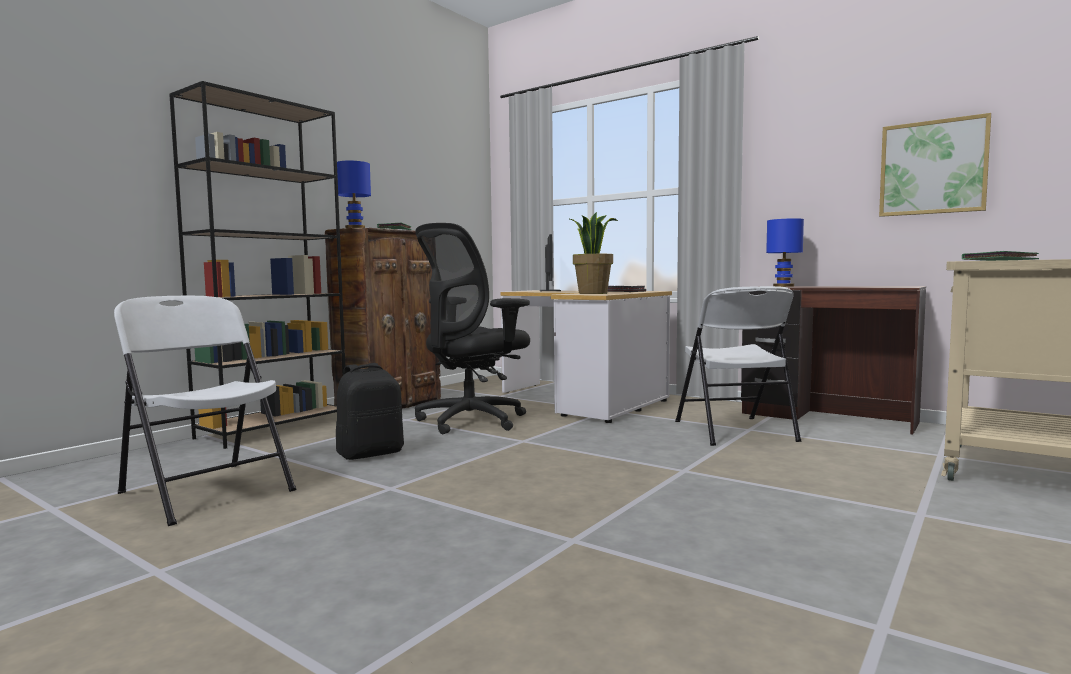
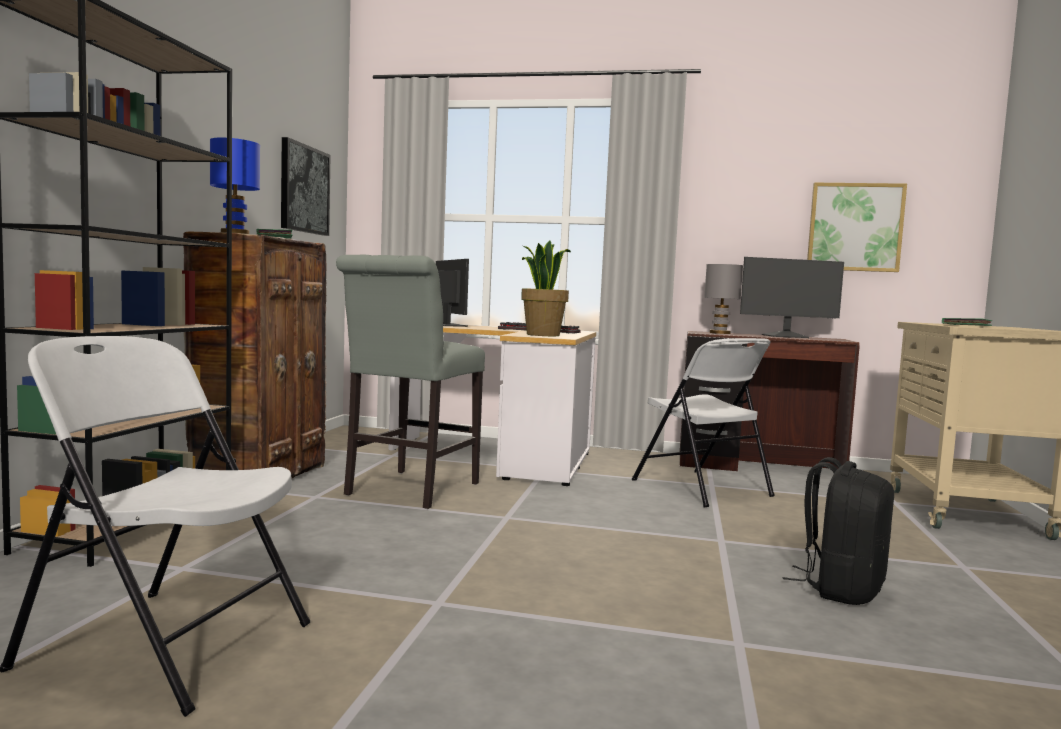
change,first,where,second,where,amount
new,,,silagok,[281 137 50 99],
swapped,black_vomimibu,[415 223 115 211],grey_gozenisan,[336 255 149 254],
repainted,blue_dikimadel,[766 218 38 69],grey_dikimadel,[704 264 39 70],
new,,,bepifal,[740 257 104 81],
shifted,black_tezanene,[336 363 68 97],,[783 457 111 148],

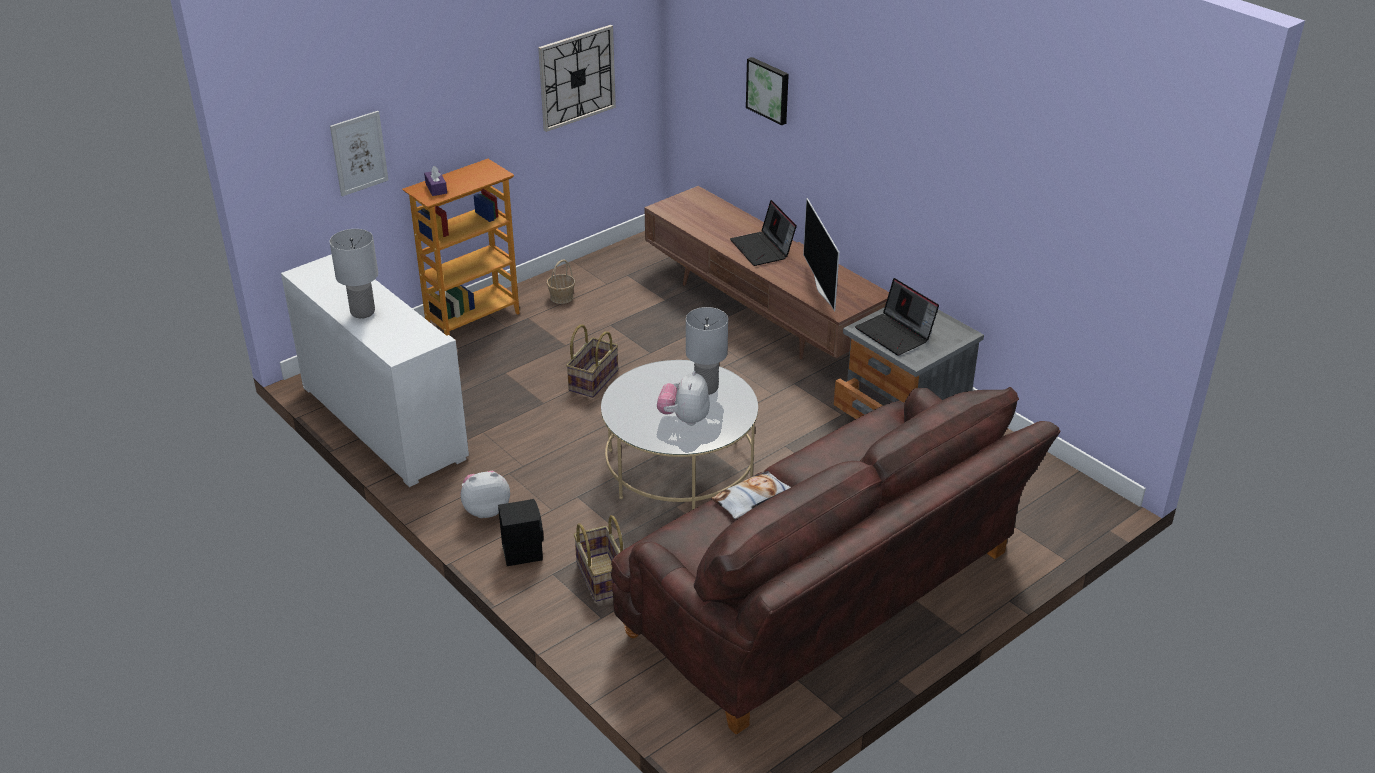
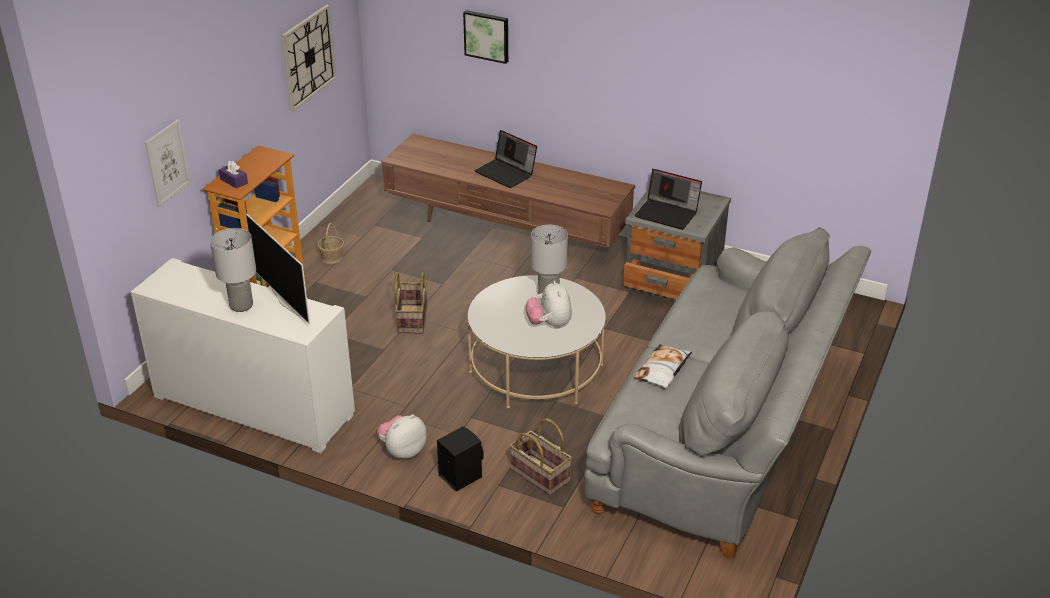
change,first,where,second,where,amount
shifted,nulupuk,[803 198 36 113],,[245 213 65 111],
repainted,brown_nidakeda,[611 387 450 348],grey_nidakeda,[584 227 287 333],

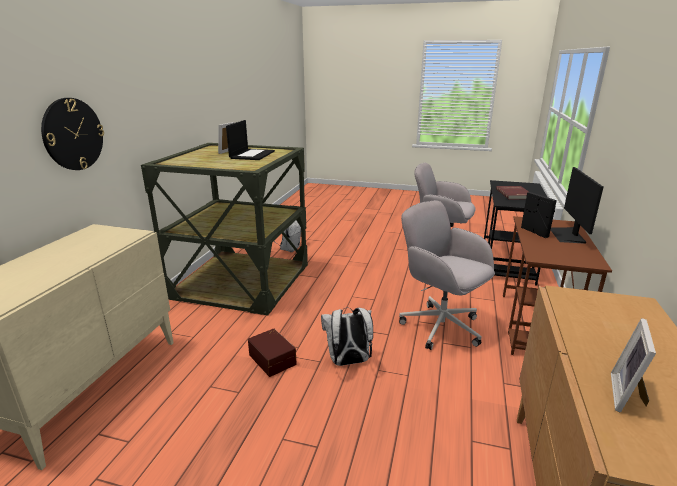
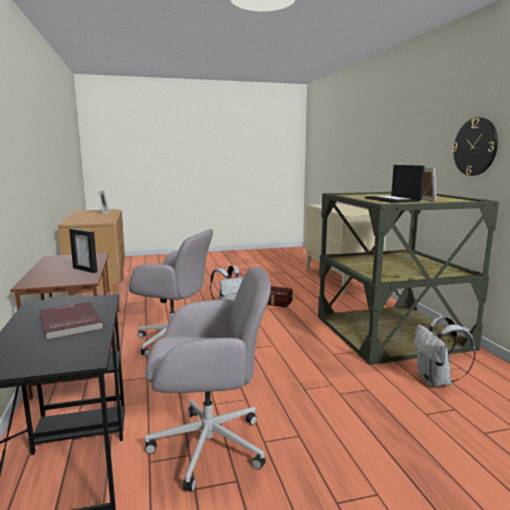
change,first,where,second,where,amount
shifted,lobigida,[41 98 63 72],,[452 117 46 59],
gone,bepifal,[551 167 52 77],,,

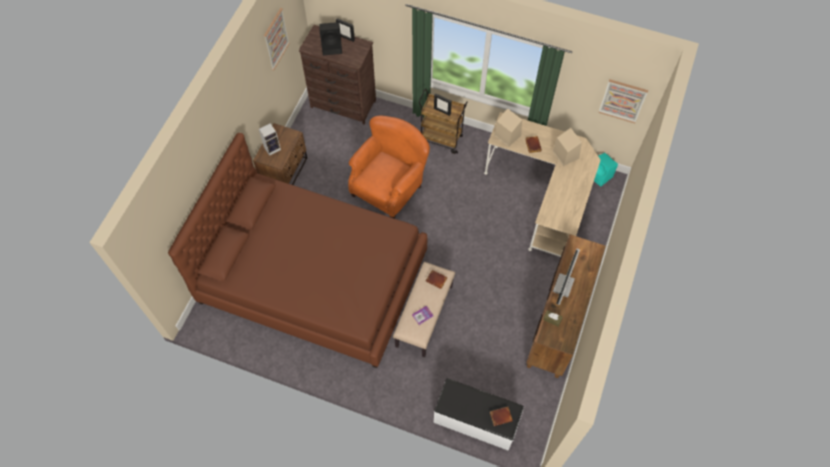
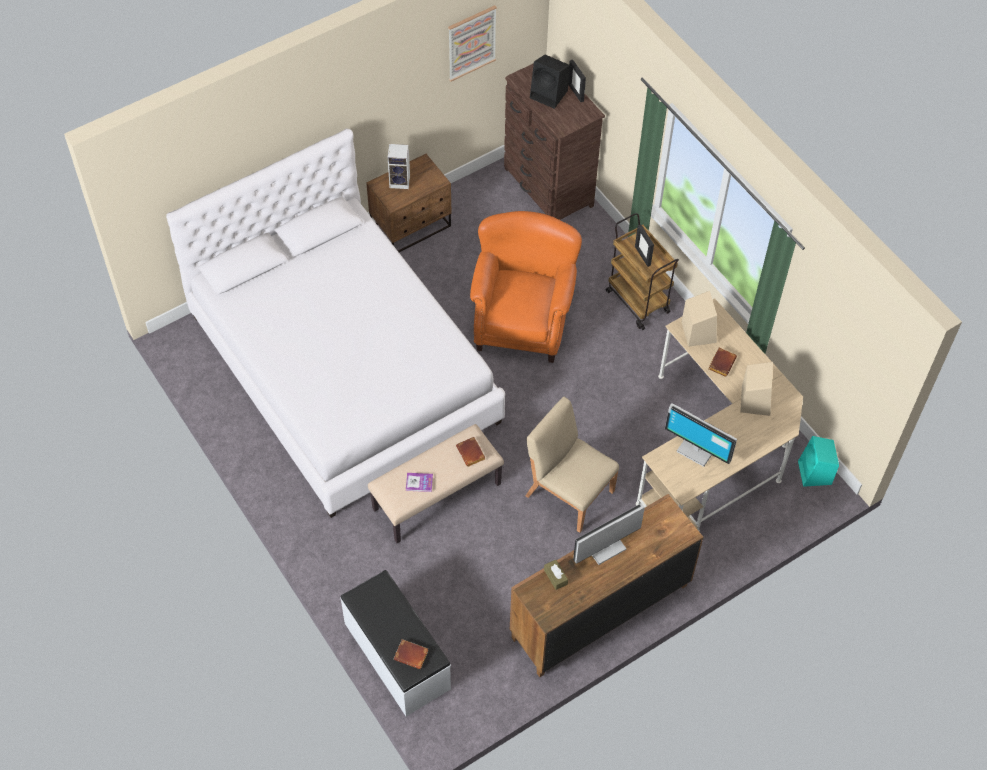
change,first,where,second,where,amount
repainted,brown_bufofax,[168 133 259 235],white_bufofax,[166 128 339 390],
rotated,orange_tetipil,[348 116 82 103],,[470 211 112 152],60 degrees counterclockwise
new,,,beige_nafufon,[525 396 94 137],
new,,,bepifal,[665 403 72 64],
gone,silagok,[598 79 50 44],,,

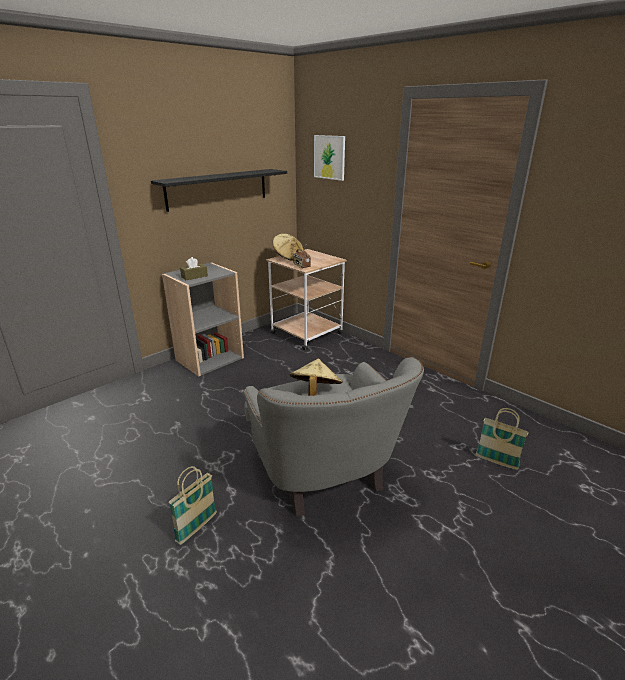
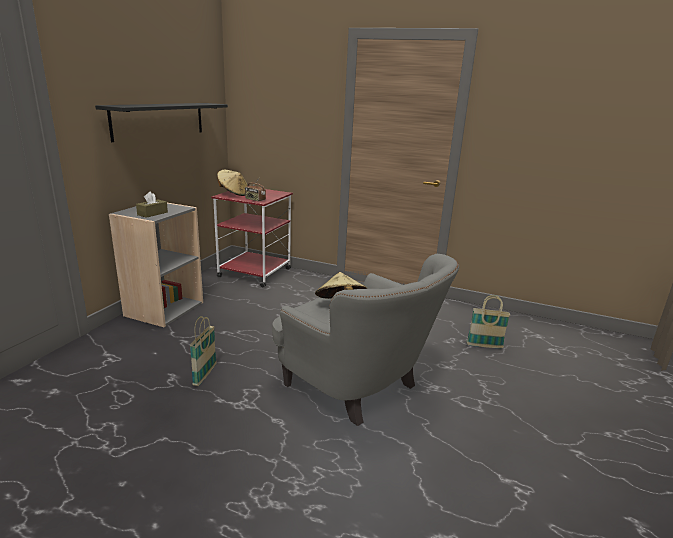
change,first,where,second,where,amount
shifted,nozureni,[168 466 49 79],,[190 316 27 70],
repainted,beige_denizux,[266 249 80 101],red_denizux,[211 189 82 98],
gone,silagok,[314 135 31 46],,,

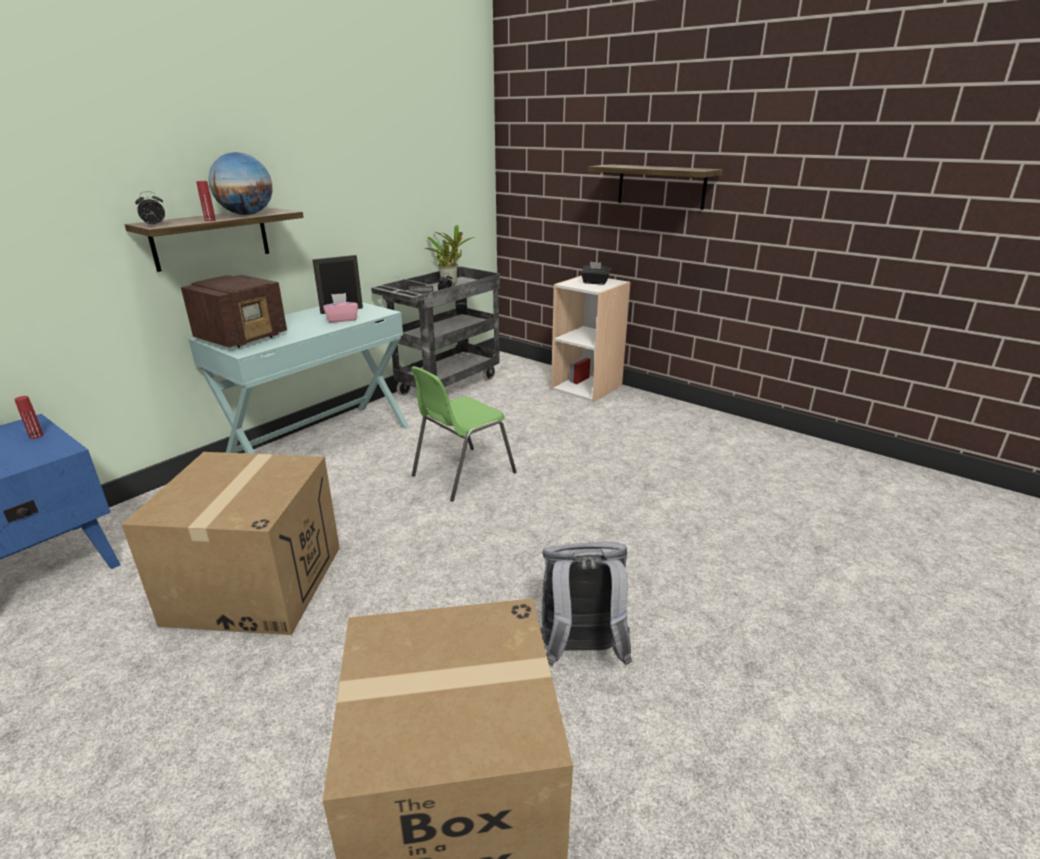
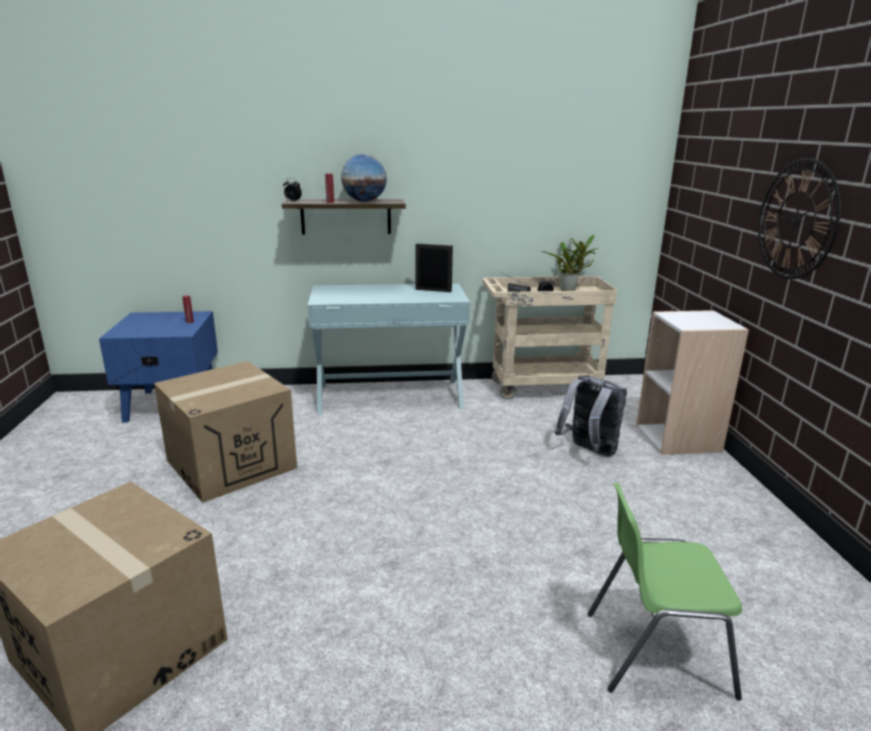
change,first,where,second,where,amount
repainted,black_denizux,[371 267 129 129],beige_denizux,[483 276 134 123],
shifted,grey_tezanene,[540 542 92 125],,[555 375 72 81],
shifted,green_nafufon,[411 366 106 136],,[588 482 154 219],
swapped,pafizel,[588 164 135 46],lobigida,[758 158 83 121],
gone,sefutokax,[181 275 106 73],,,
gone,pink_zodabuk,[323 293 35 30],,,
gone,black_zodabuk,[581 262 30 23],,,

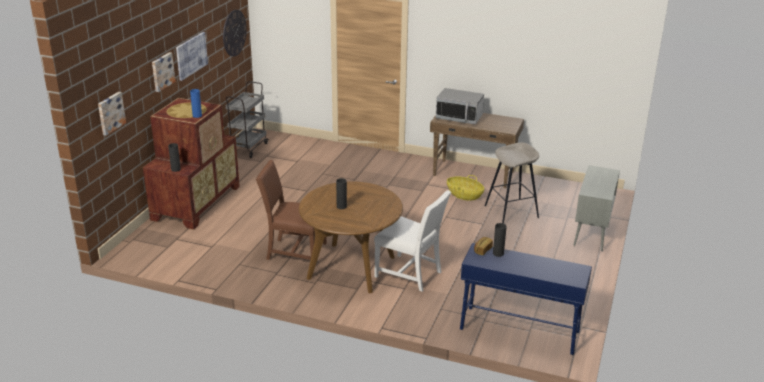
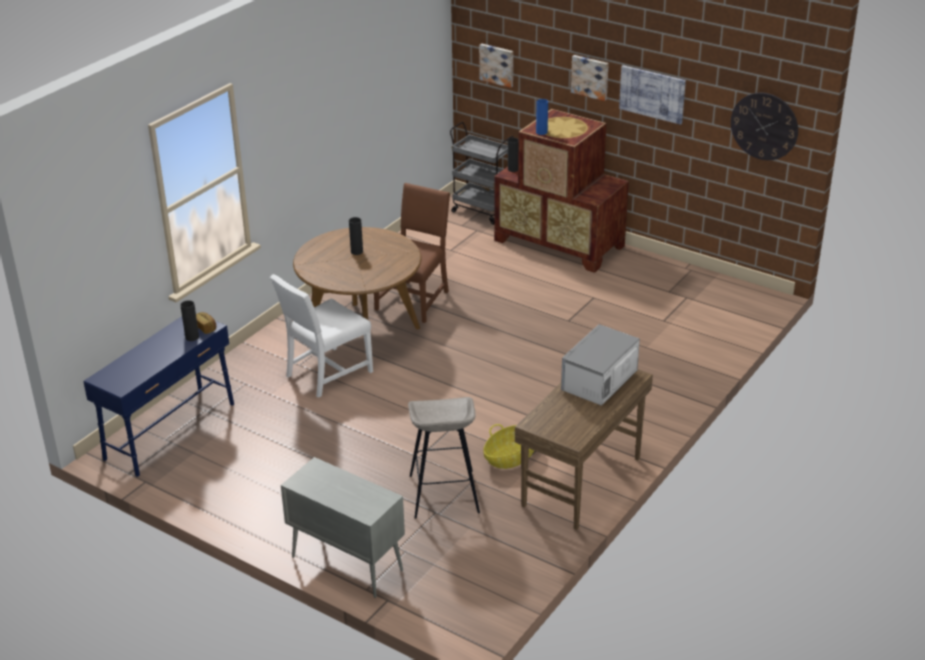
change,first,where,second,where,amount
shifted,grey_denizux,[226 81 43 77],,[450 122 64 103],

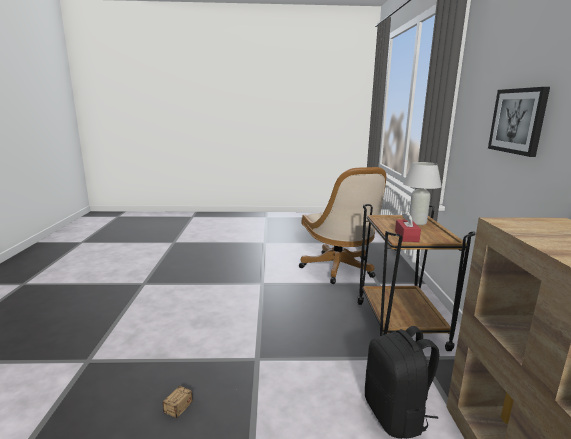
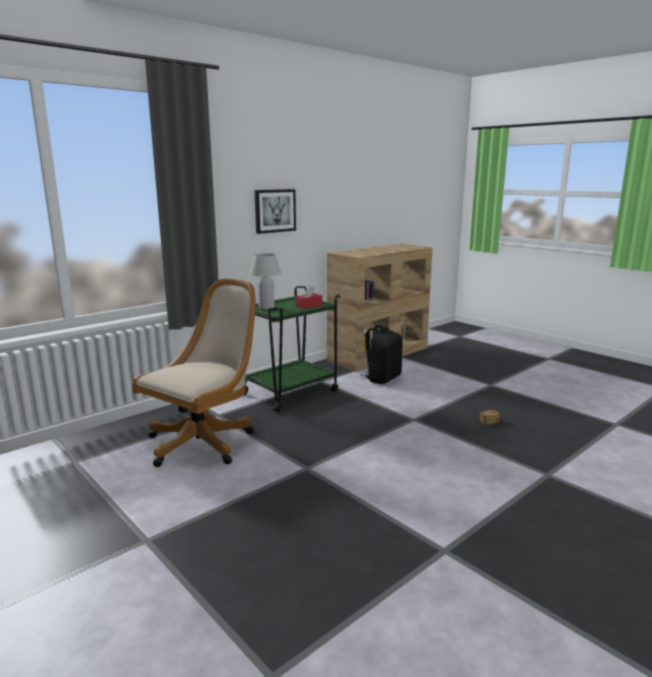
change,first,where,second,where,amount
repainted,brown_denizux,[357 204 119 147],green_denizux,[244 286 96 126],

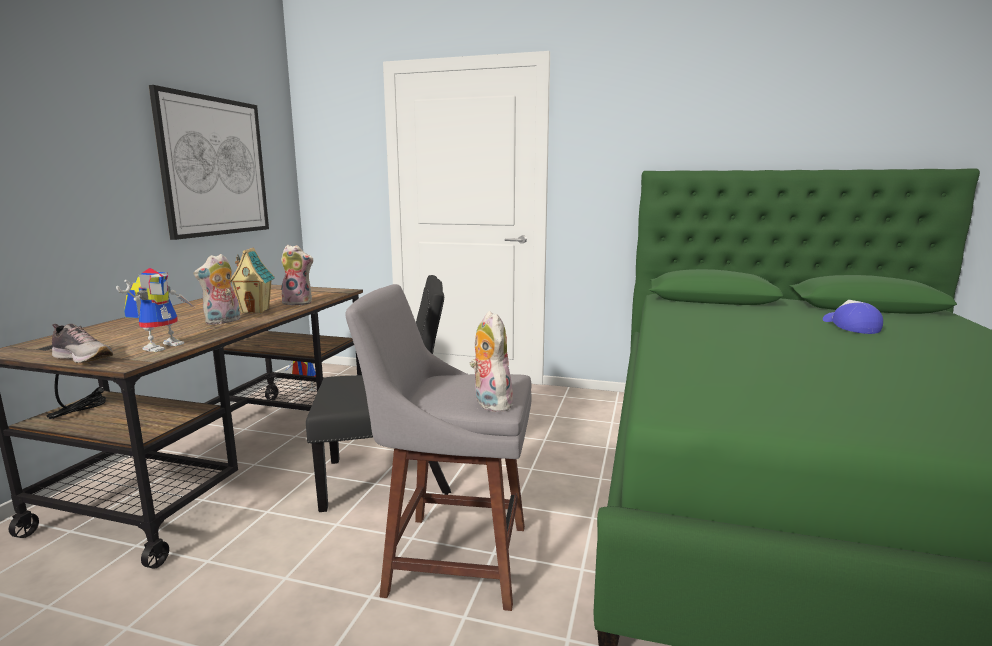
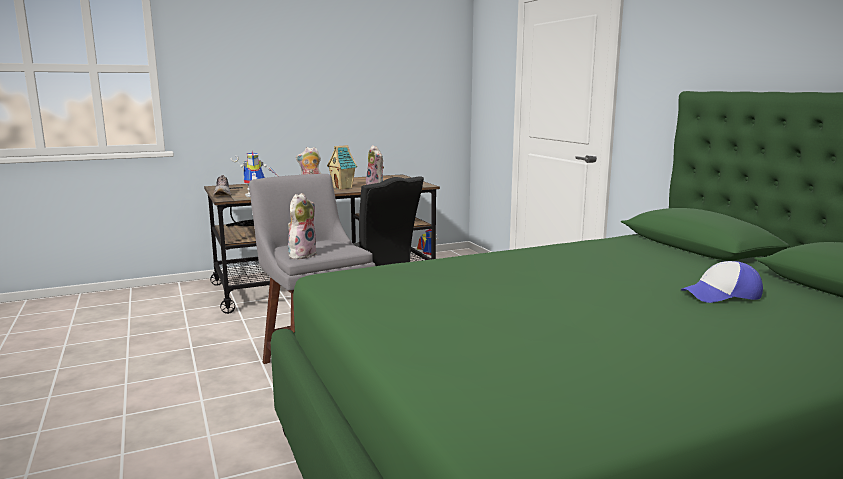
change,first,where,second,where,amount
rotated,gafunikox,[823 300 60 34],,[681 261 82 42],150 degrees counterclockwise
gone,silagok,[149 85 120 155],,,

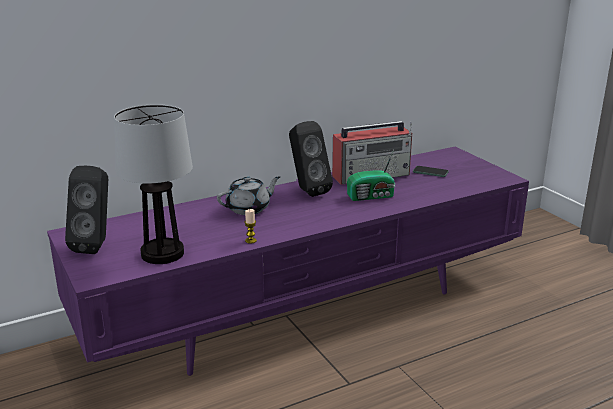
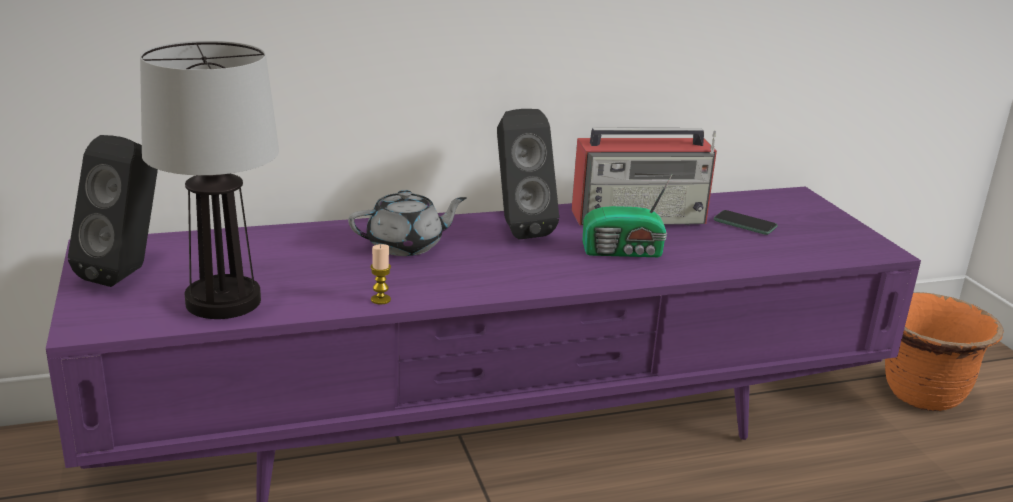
change,first,where,second,where,amount
new,,,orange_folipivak,[885 292 119 119],

